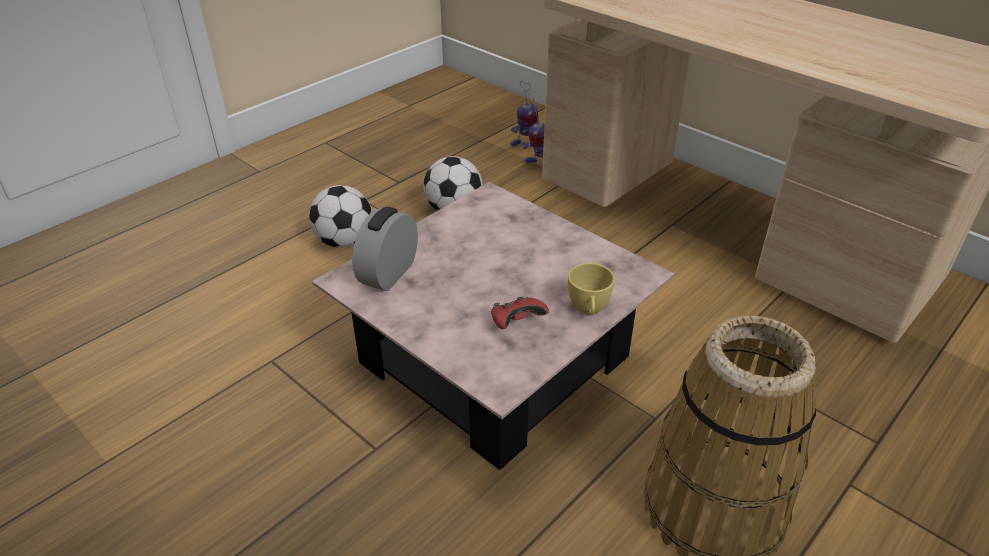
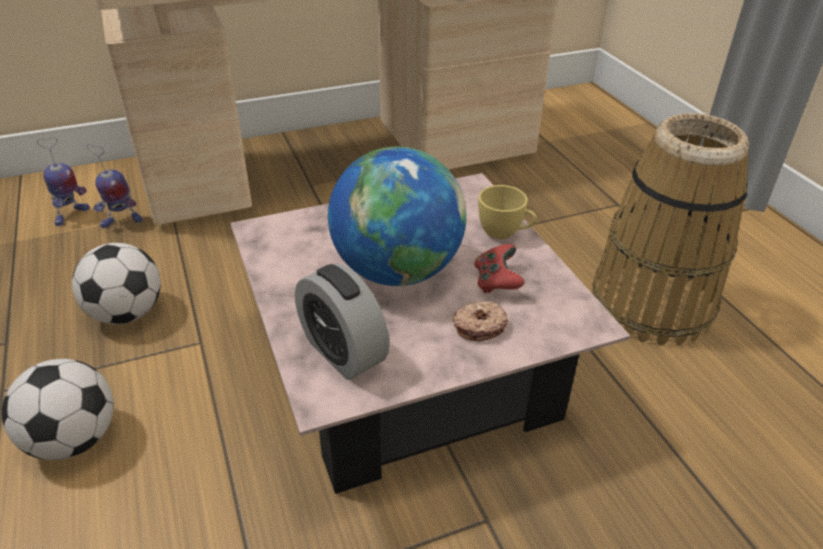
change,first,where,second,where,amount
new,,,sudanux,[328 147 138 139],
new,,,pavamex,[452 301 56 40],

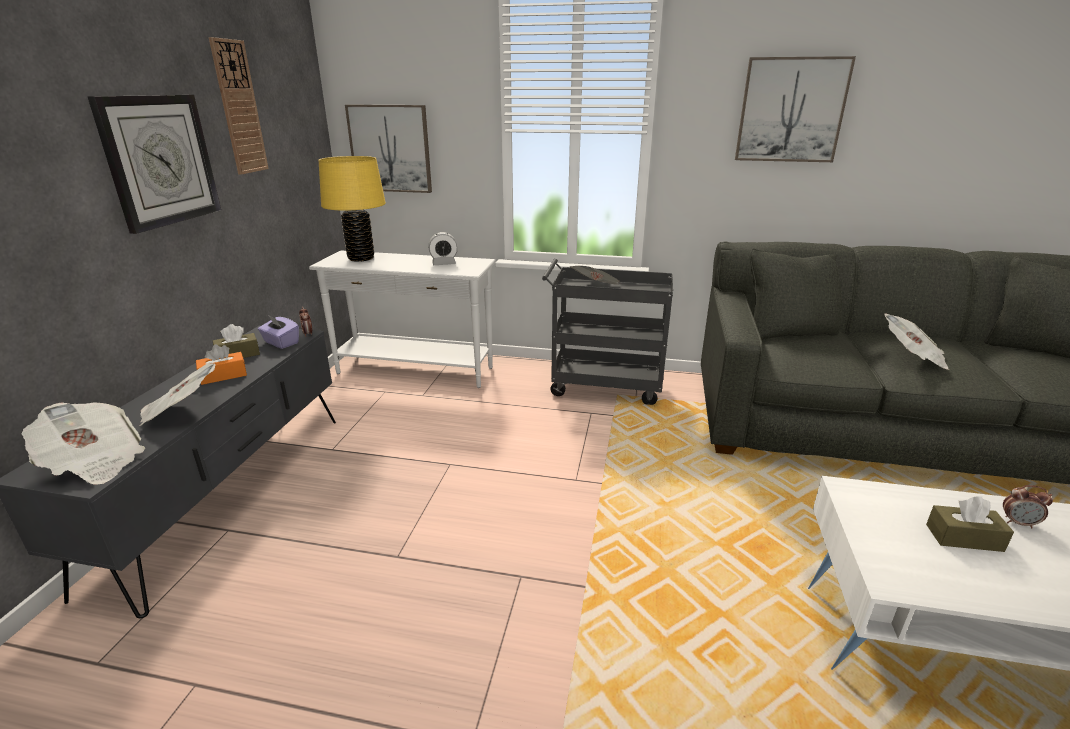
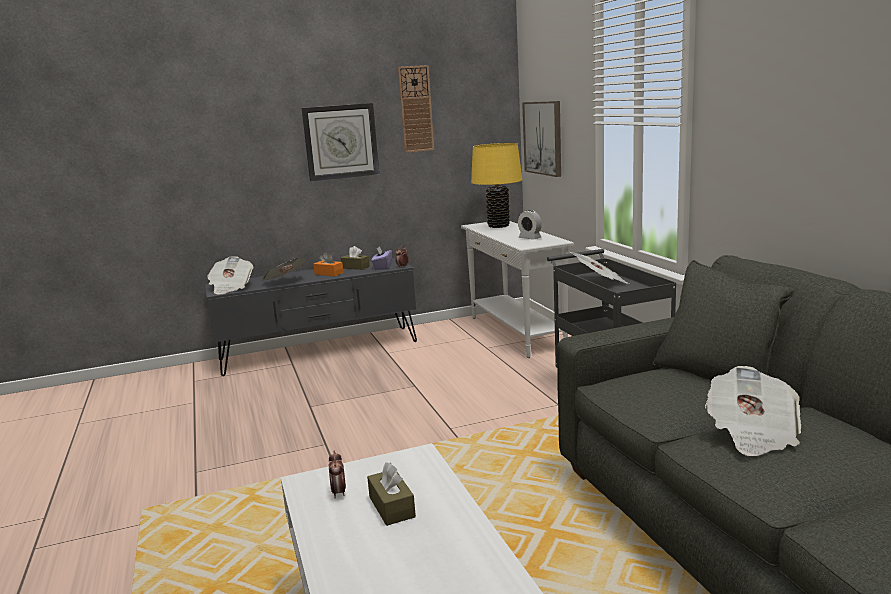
change,first,where,second,where,amount
shifted,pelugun,[1003 485 50 44],,[329 450 17 48],
gone,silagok,[735 56 121 106],,,

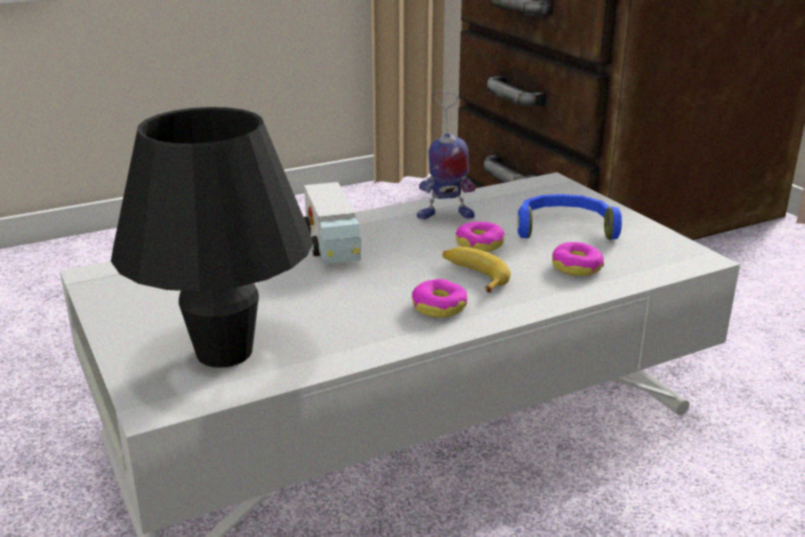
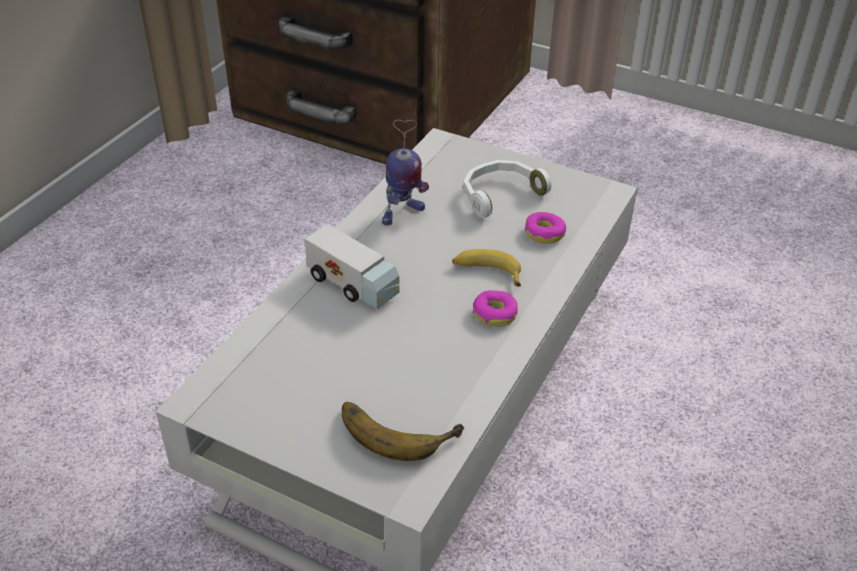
change,first,where,second,where,amount
swapped,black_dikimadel,[111 107 202 261],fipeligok,[342 402 122 59],
repainted,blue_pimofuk,[517 194 105 46],white_pimofuk,[463 160 88 58],
gone,pavamex,[456 222 49 30],,,

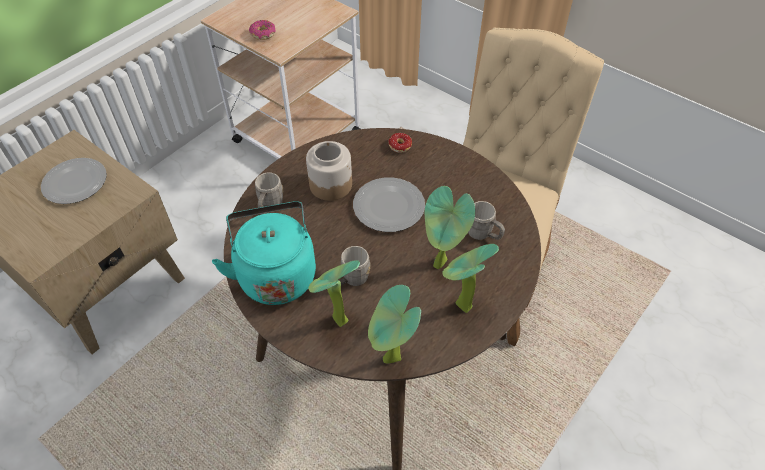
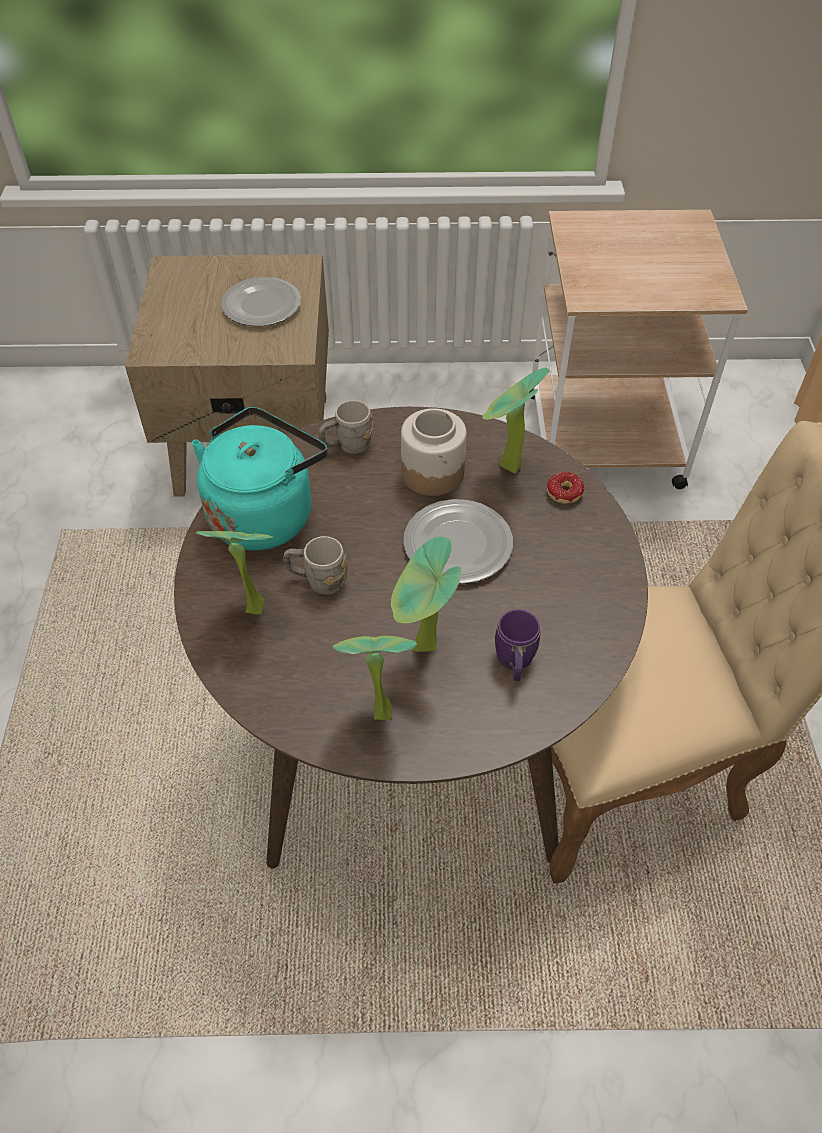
change,first,where,second,where,amount
shifted,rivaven,[368 285 53 78],,[482 368 68 105],
repainted,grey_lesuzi,[468 201 37 39],purple_lesuzi,[494 609 46 72],
gone,pavamex,[249 20 27 20],,,

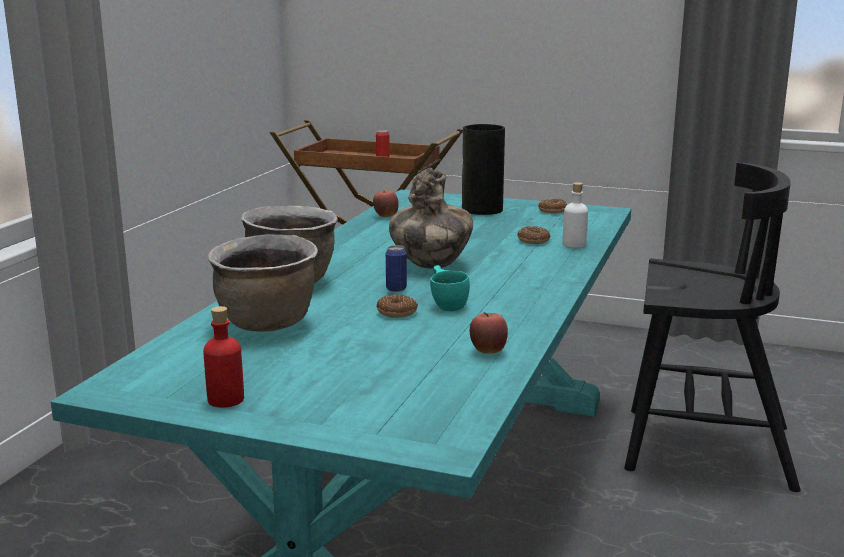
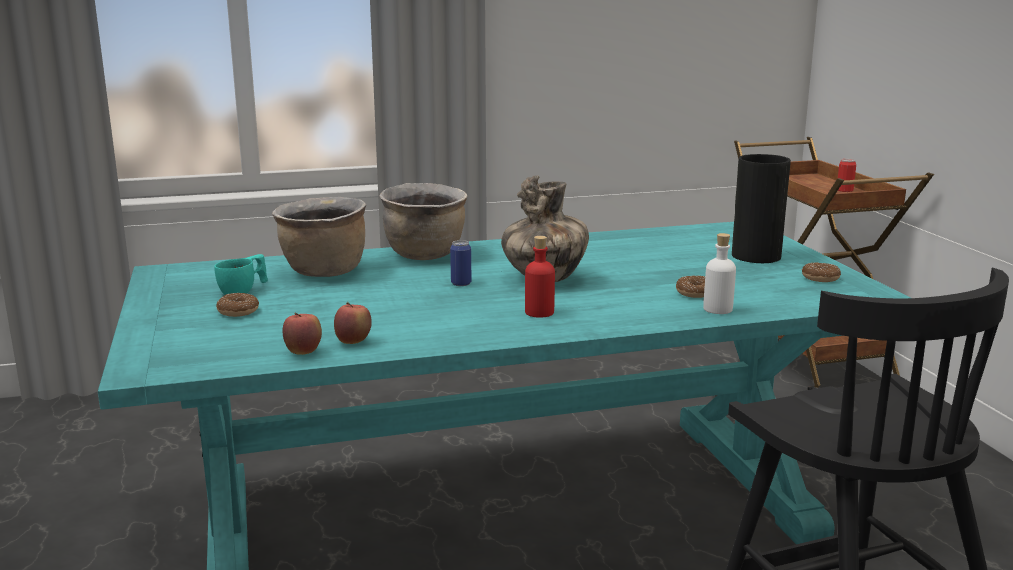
change,first,where,second,where,amount
shifted,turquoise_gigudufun,[430 265 40 46],,[214 254 54 41],
shifted,pavamex,[376 295 42 23],,[216 293 43 24],
shifted,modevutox,[373 190 26 27],,[283 312 39 43],
shifted,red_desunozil,[203 306 41 102],,[525 236 30 82],

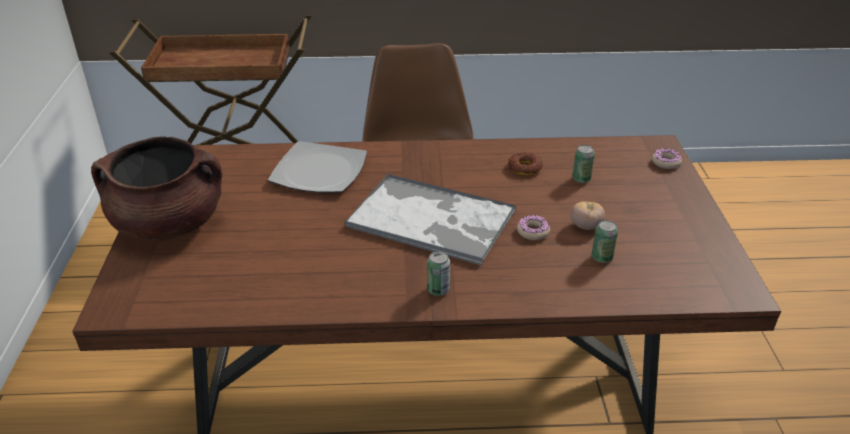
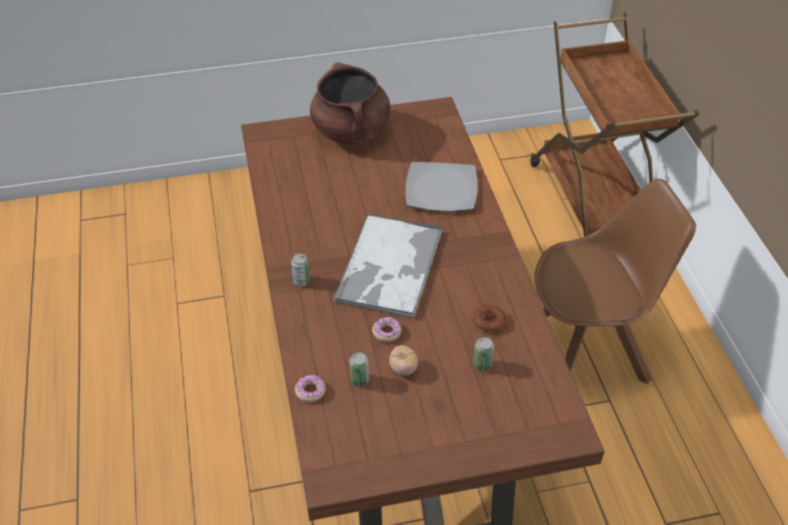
change,first,where,second,where,amount
shifted,pavamex,[652 148 30 21],,[295 375 31 27],

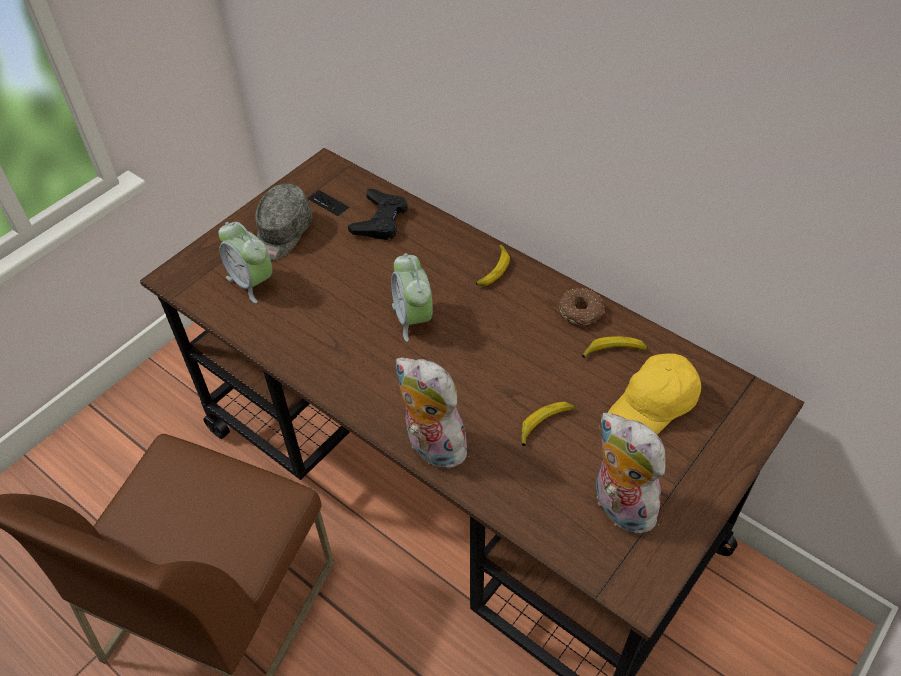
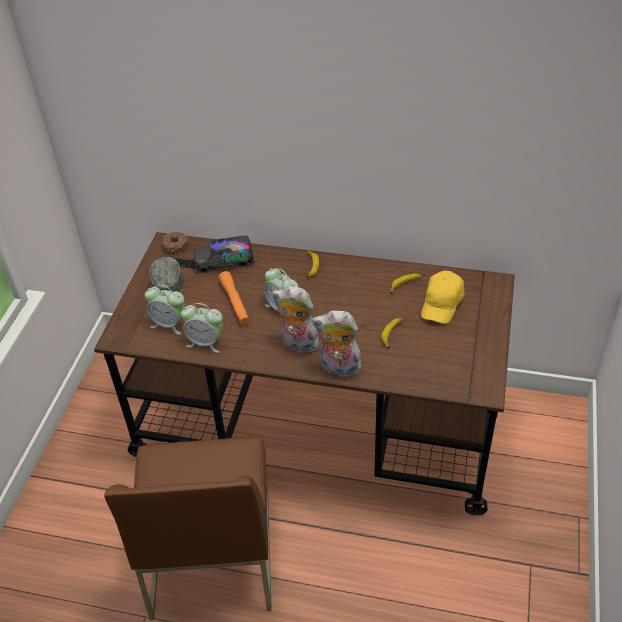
change,first,where,second,where,amount
shifted,pavamex,[558 288 47 38],,[161 232 28 20],
new,,,pelugun,[181 303 42 50],
swapped,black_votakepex,[348 189 60 51],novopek,[194 235 60 39],
new,,,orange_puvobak,[219 271 31 54],
shifted,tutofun,[596 413 70 121],,[272 286 47 67],

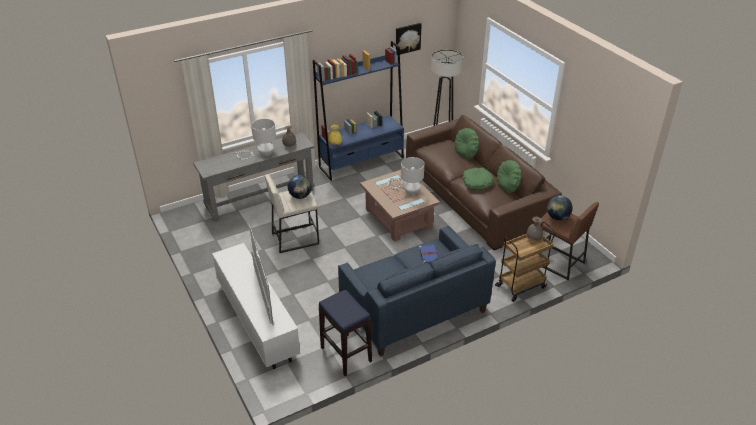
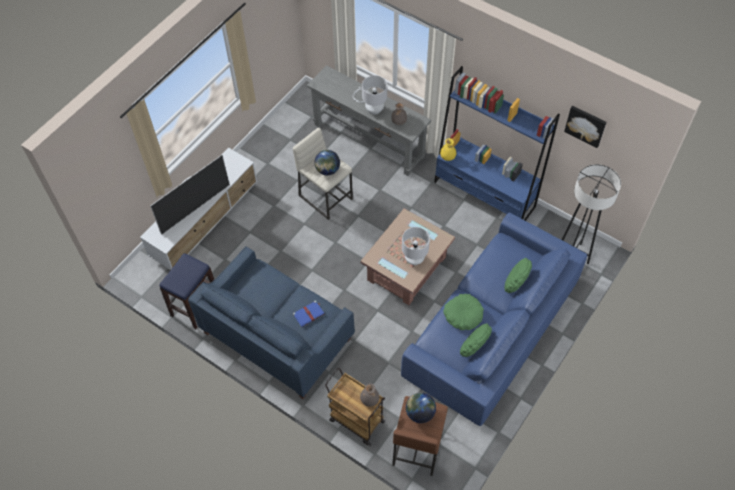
change,first,where,second,where,amount
repainted,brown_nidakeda,[406 115 156 135],blue_nidakeda,[401 212 186 214],

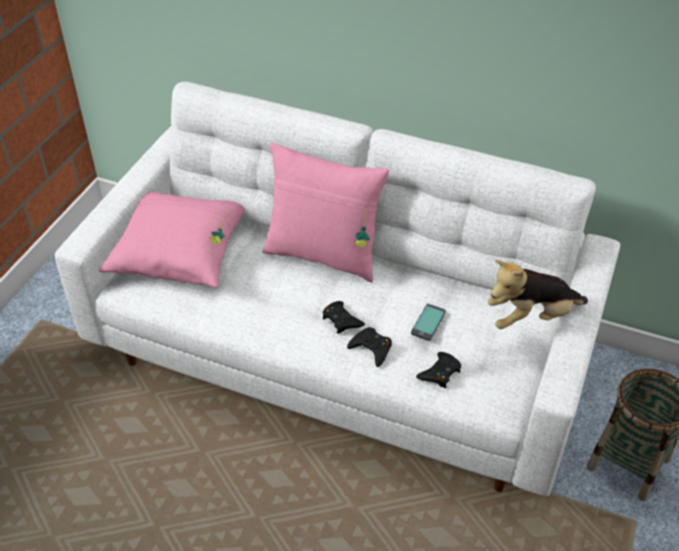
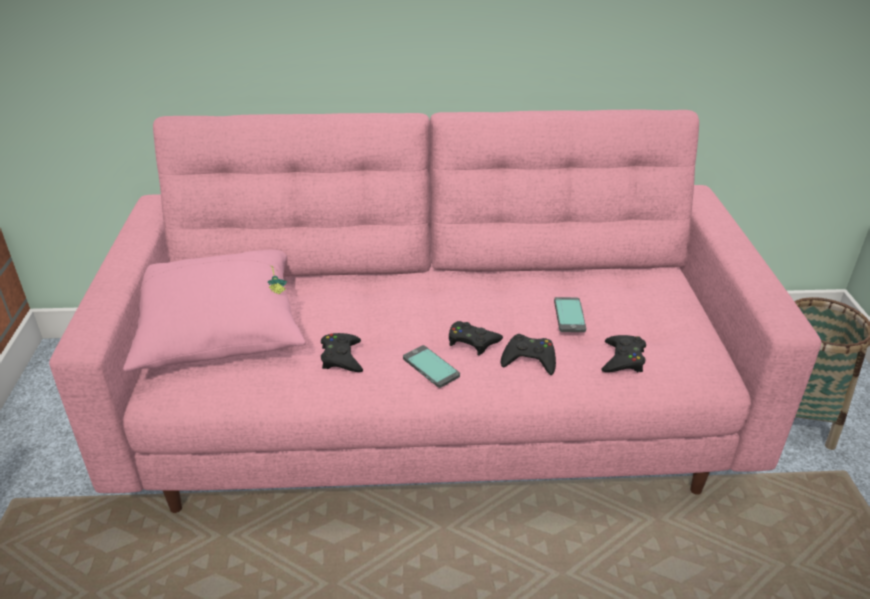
change,first,where,second,where,amount
repainted,white_nidakeda,[55 82 565 414],pink_nidakeda,[49 110 772 403],
new,,,black_votakepex,[321 333 42 39],
new,,,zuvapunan,[403 345 57 43],
gone,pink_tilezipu,[262 142 127 141],,,
gone,tutofun,[488 260 100 69],,,

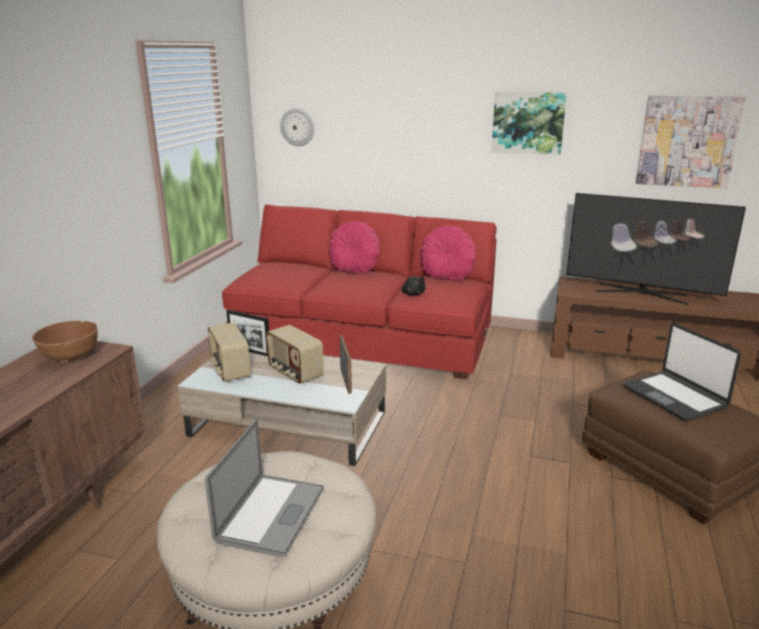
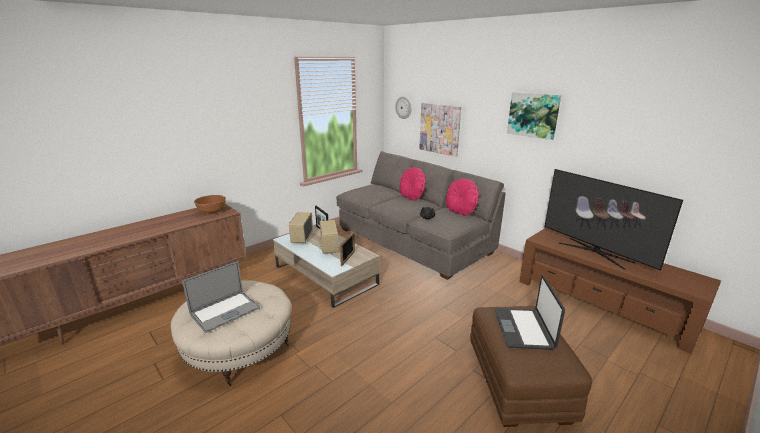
change,first,where,second,where,amount
repainted,red_nidakeda,[222 204 275 175],grey_nidakeda,[336 151 170 129],
shifted,silagok,[636 96 110 92],,[419 103 42 54],

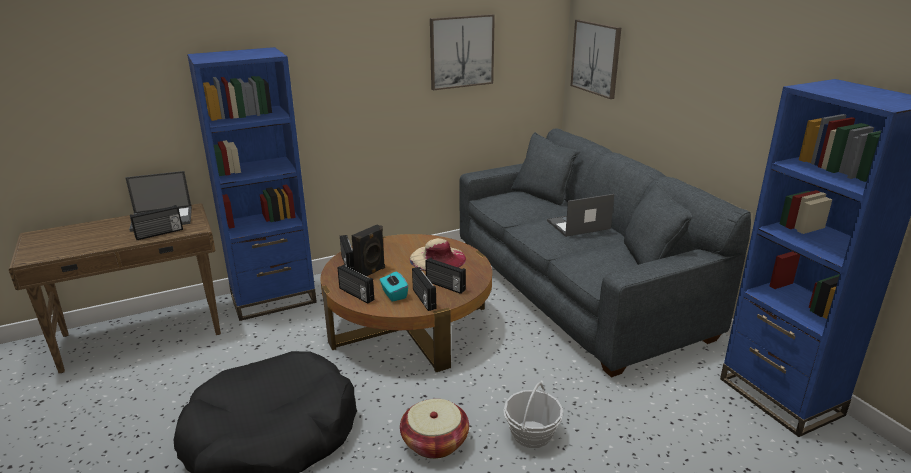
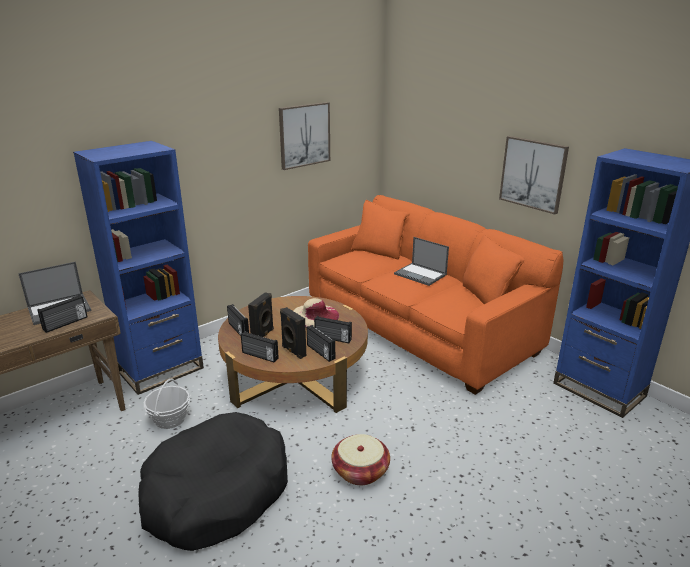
change,first,where,second,where,amount
shifted,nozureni,[503 382 60 66],,[144 379 46 50],
swapped,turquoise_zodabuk,[380 272 28 30],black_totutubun,[280 307 26 52],
repainted,grey_nidakeda,[459 129 292 249],orange_nidakeda,[308 195 255 200],
rotated,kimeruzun,[547 194 67 43],,[394 237 55 49],105 degrees counterclockwise
shifted,silagok,[570 20 51 79],,[499 136 70 78],

